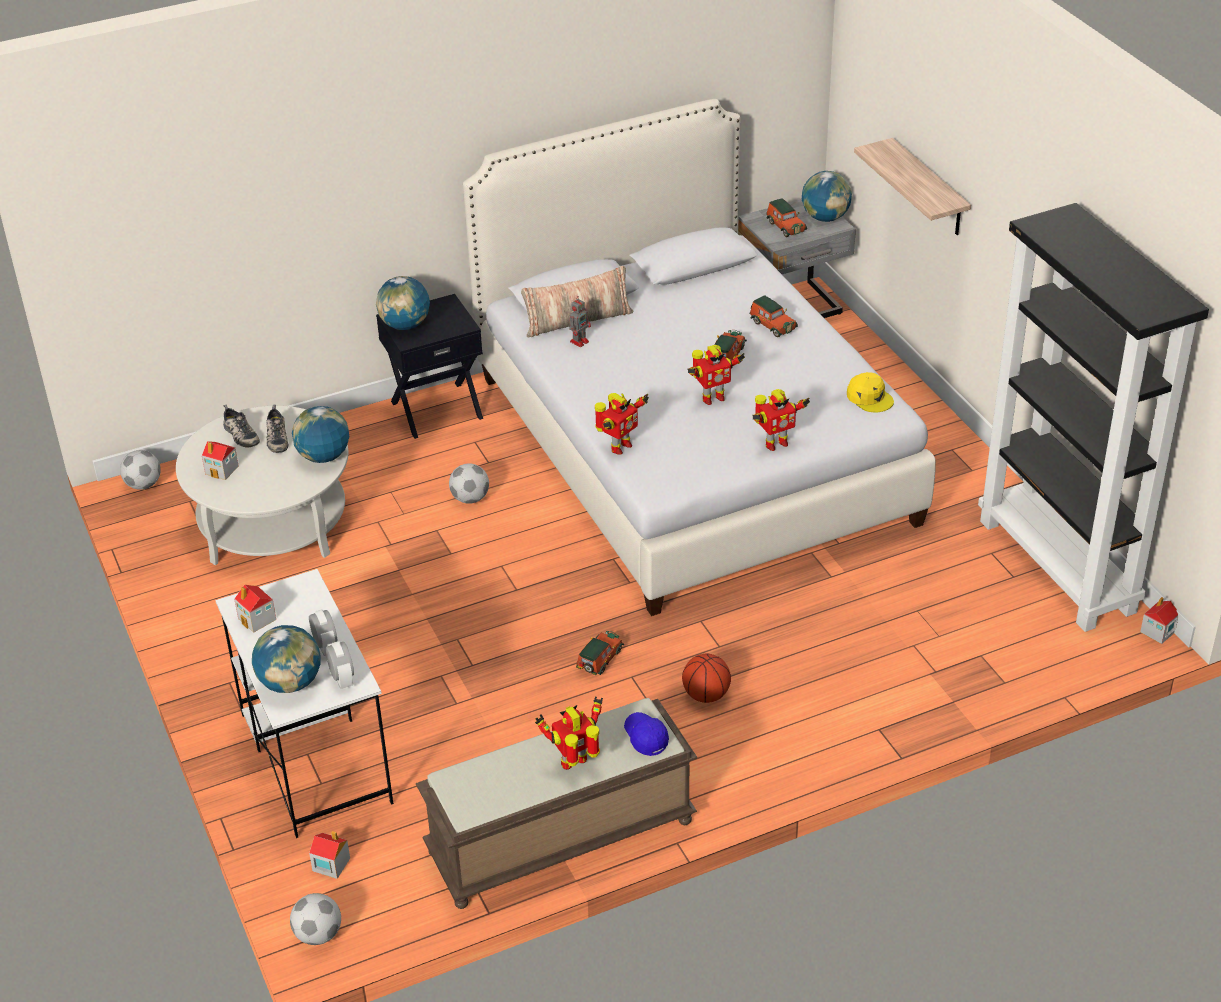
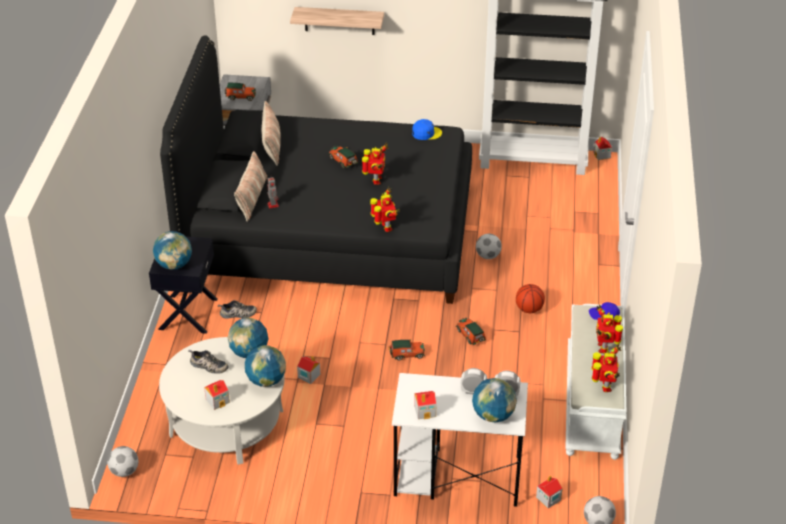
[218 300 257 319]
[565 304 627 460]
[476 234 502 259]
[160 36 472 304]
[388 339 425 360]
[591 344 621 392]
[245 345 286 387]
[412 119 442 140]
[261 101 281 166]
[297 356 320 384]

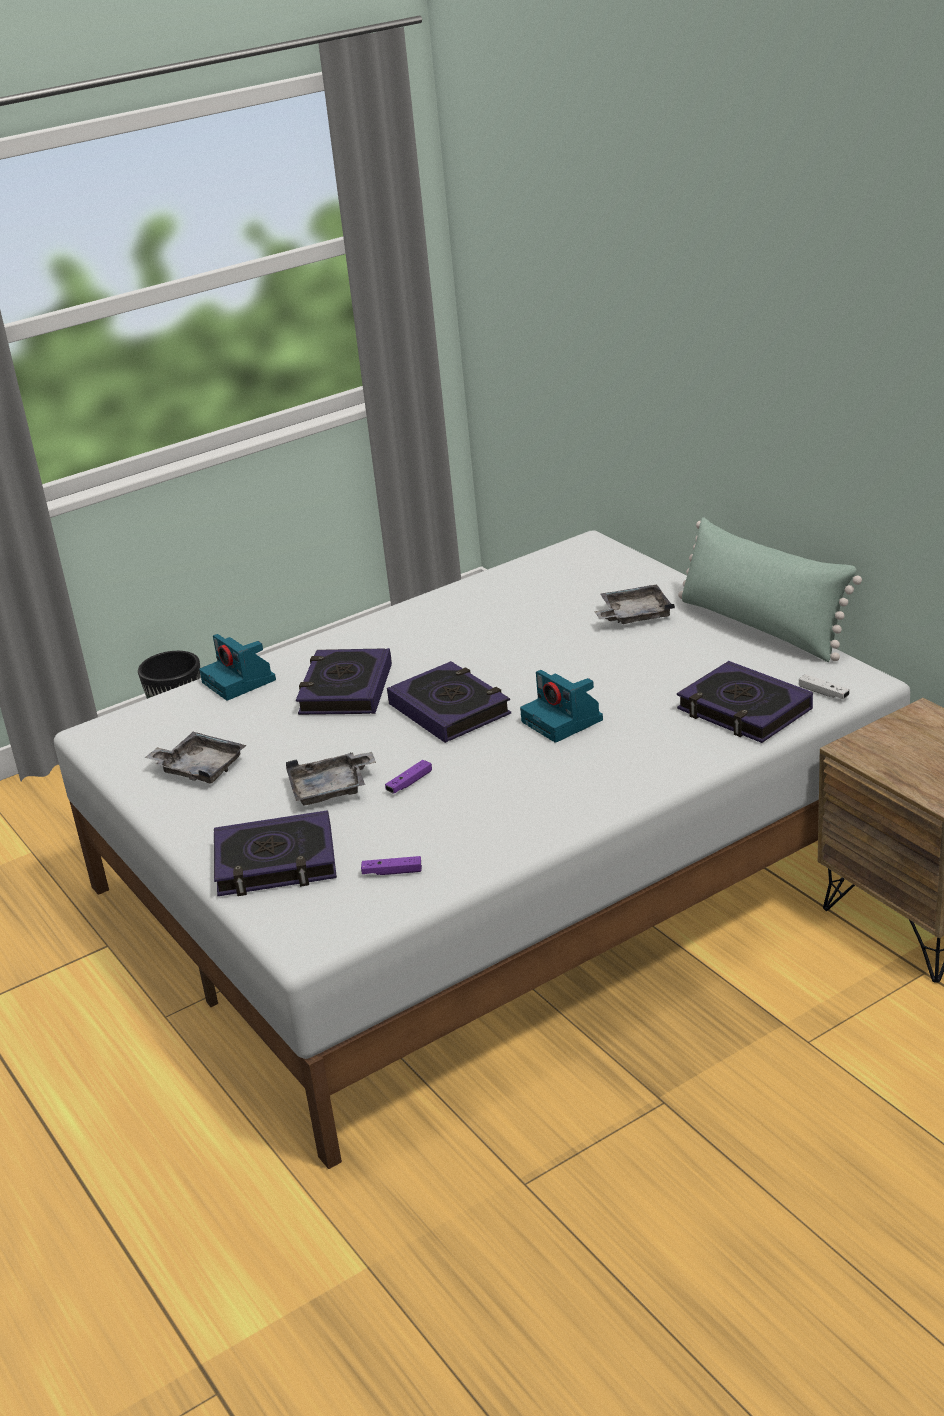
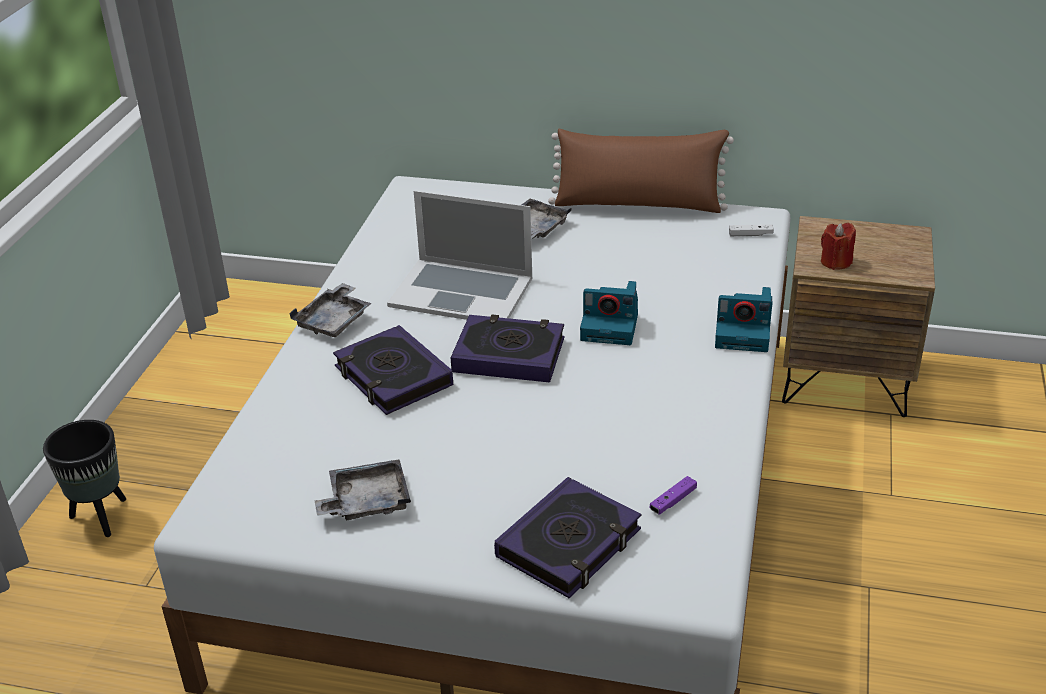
[715 287 773 352]
[290 283 372 337]
[385 760 432 794] (first image)
[677 661 813 743] (first image)
[548 129 734 213]
[387 191 532 320]
[821 223 856 270]

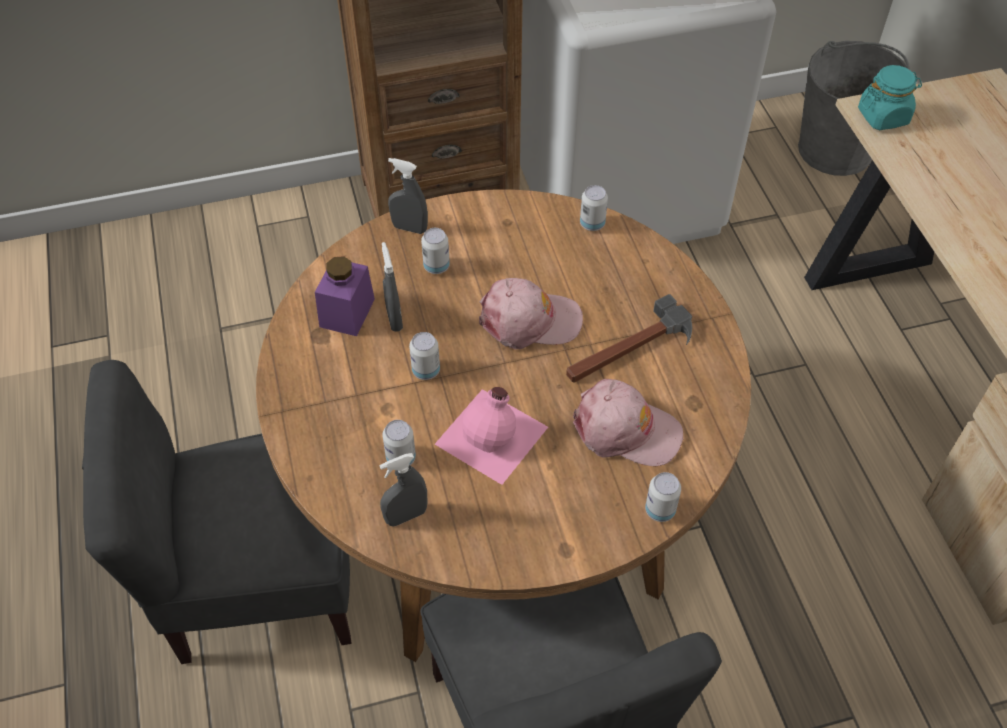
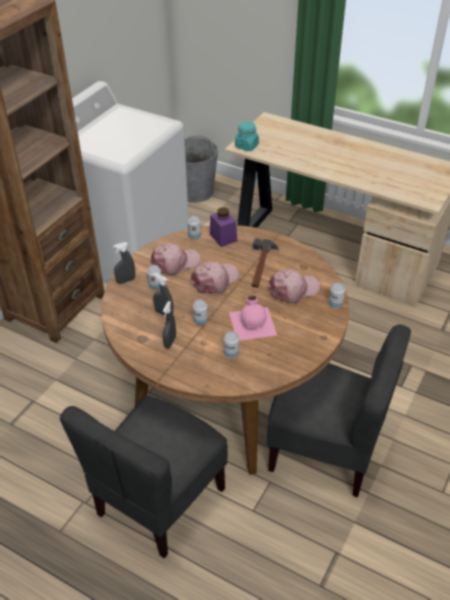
[210 207 237 247]
[163 301 176 349]
[149 243 200 275]

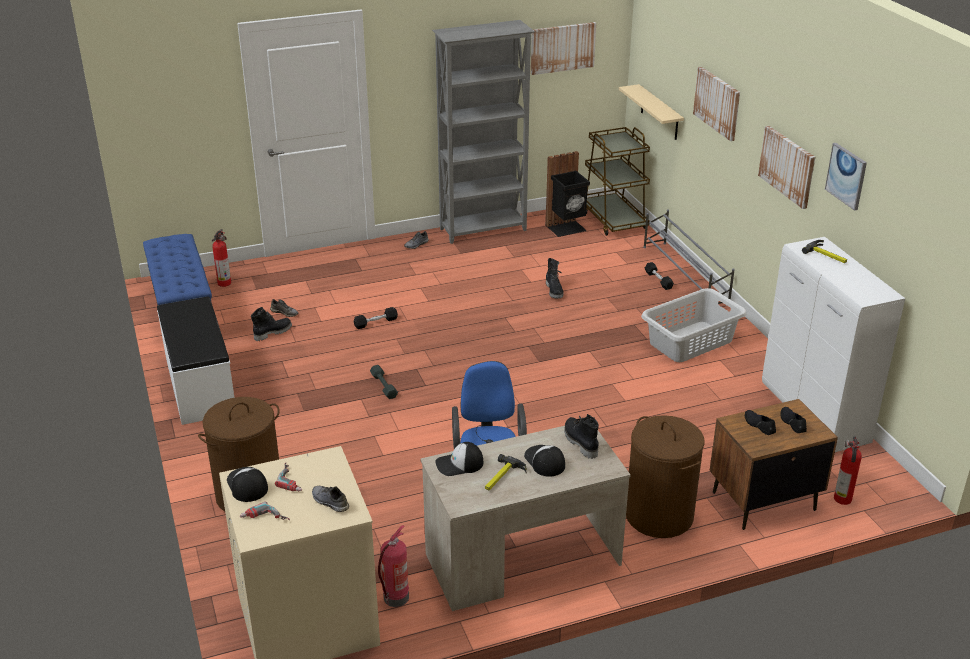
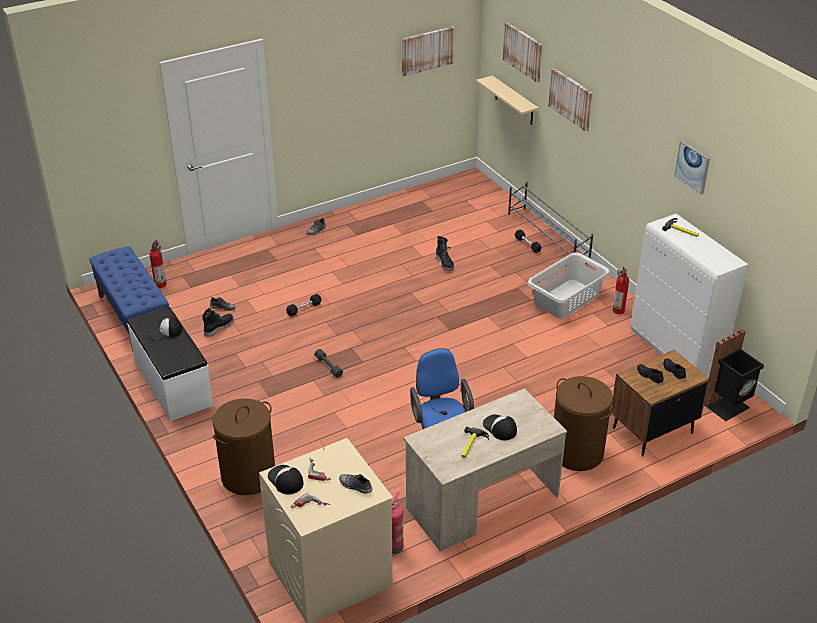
[432 20 535 244] (first image)
[149 317 182 341]
[704 329 764 421]
[564 414 599 459] (first image)
[585 127 650 236] (first image)
[503 22 542 83]
[613 267 629 314]

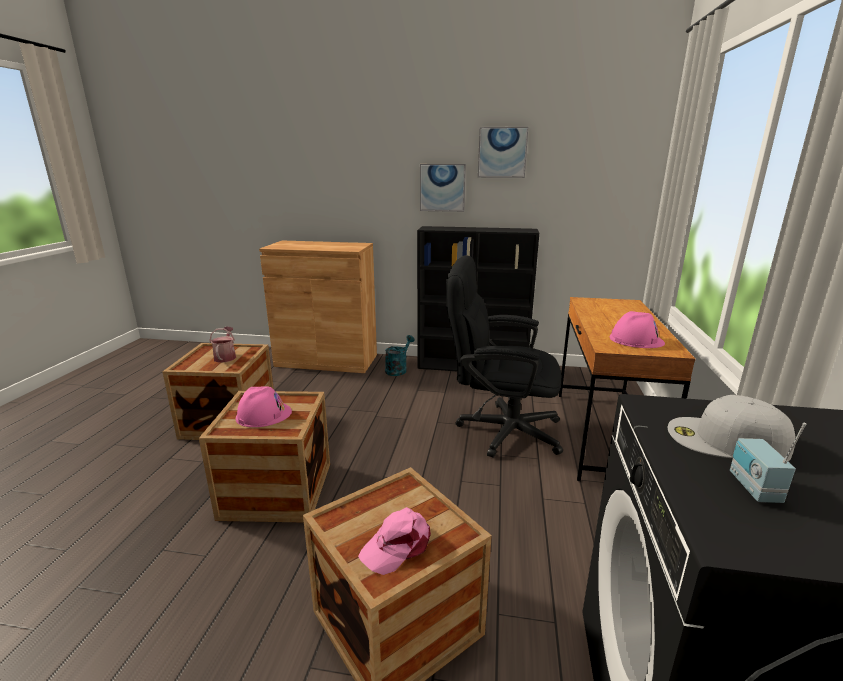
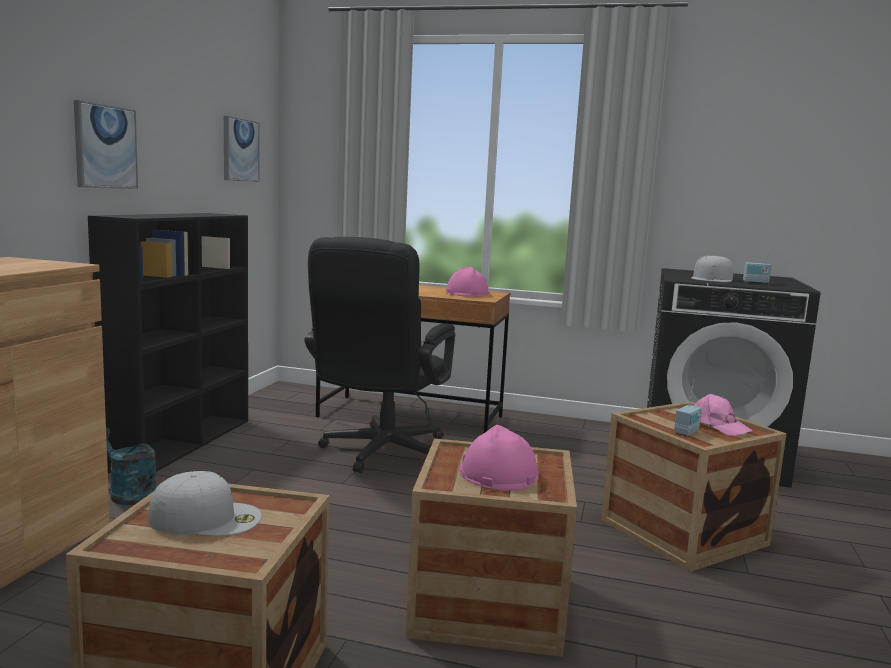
[148 471 262 536]
[224 116 259 182]
[674 379 702 436]

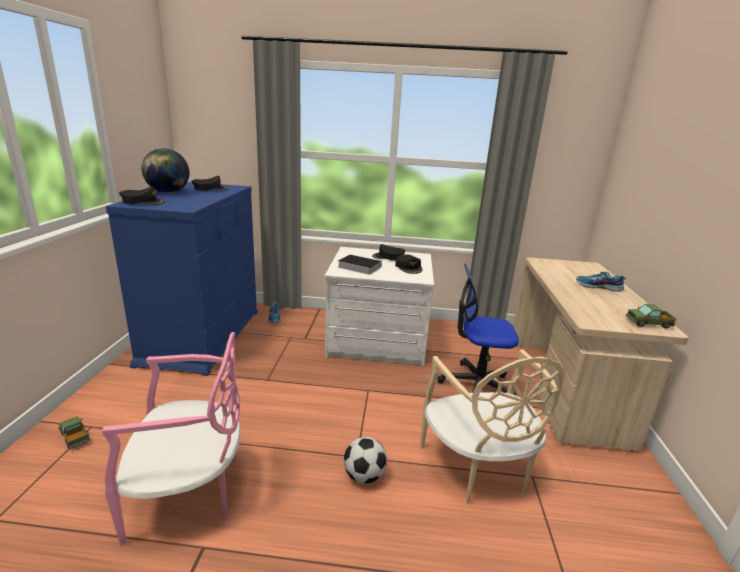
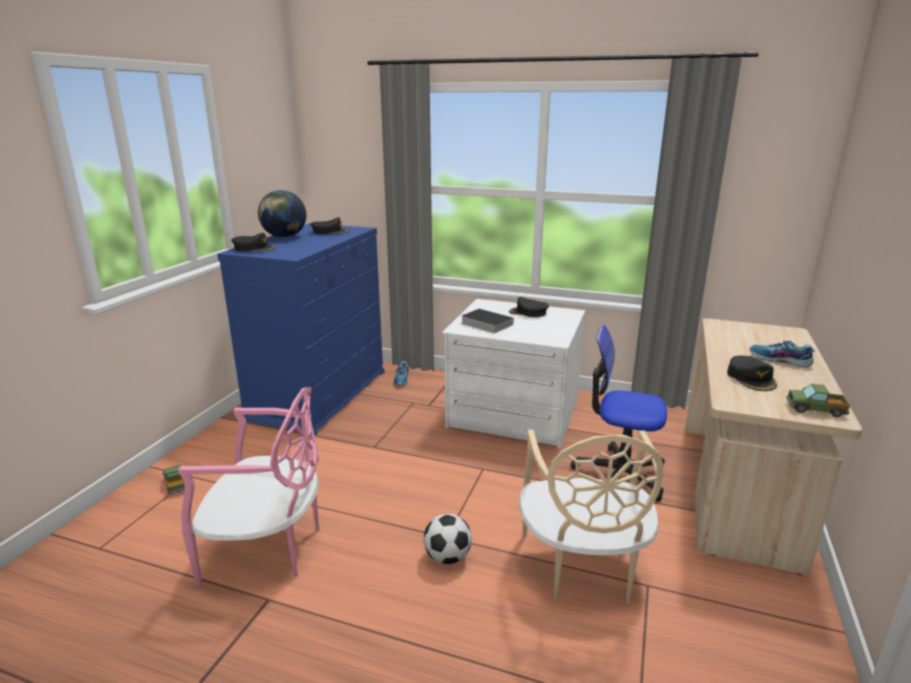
[727 355 777 391]

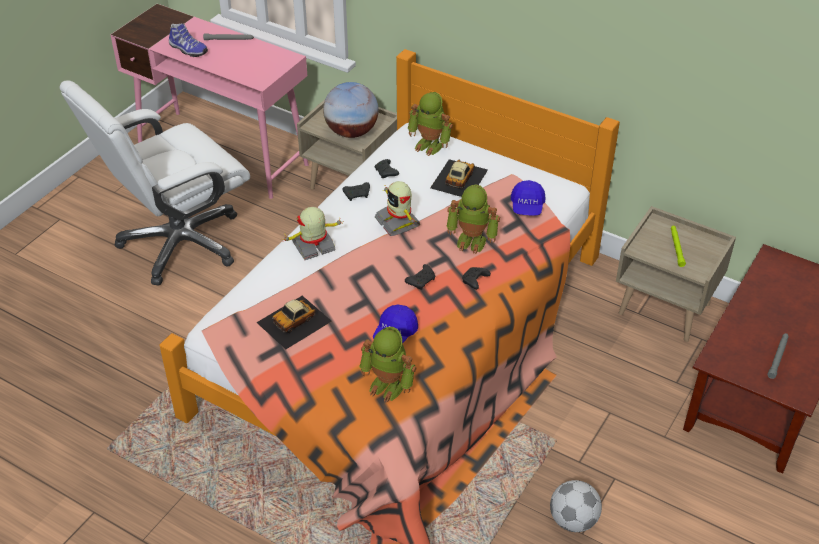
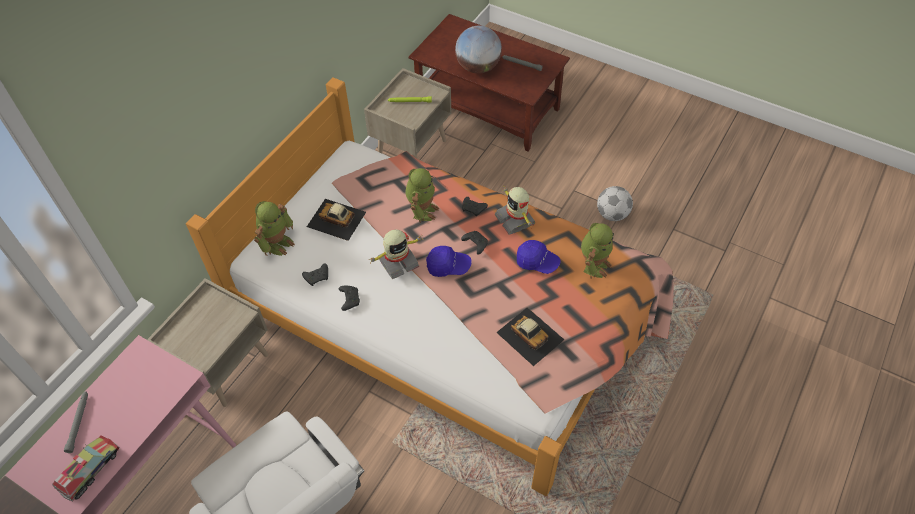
[52 435 120 502]
[495 187 535 235]
[455 26 502 74]
[426 246 472 277]

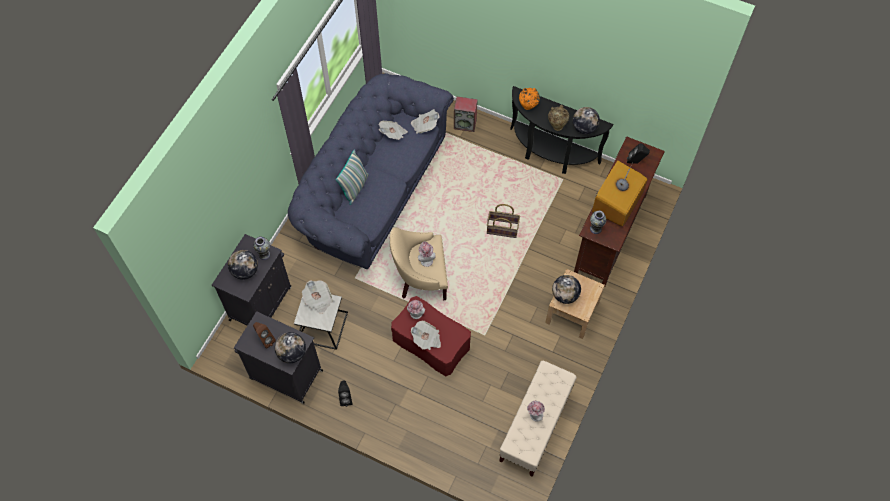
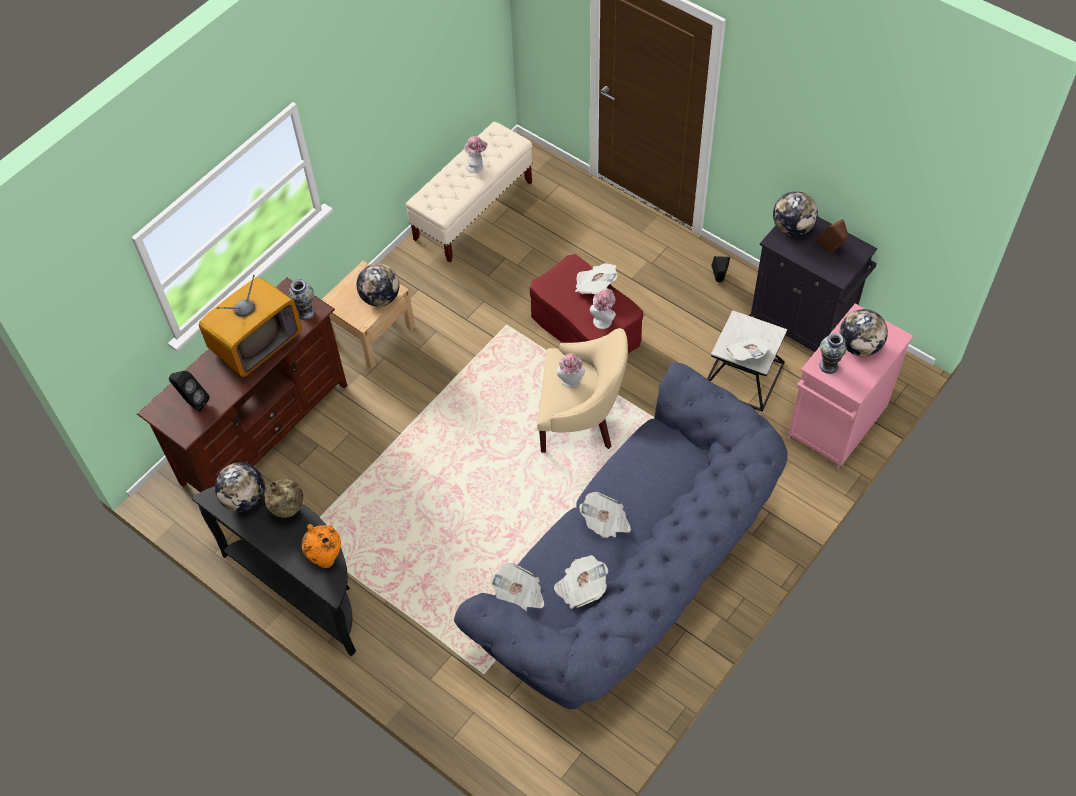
[787 304 913 471]
[335 150 369 205] (first image)
[454 97 478 132] (first image)
[487 204 520 238] (first image)
[579 492 631 538]

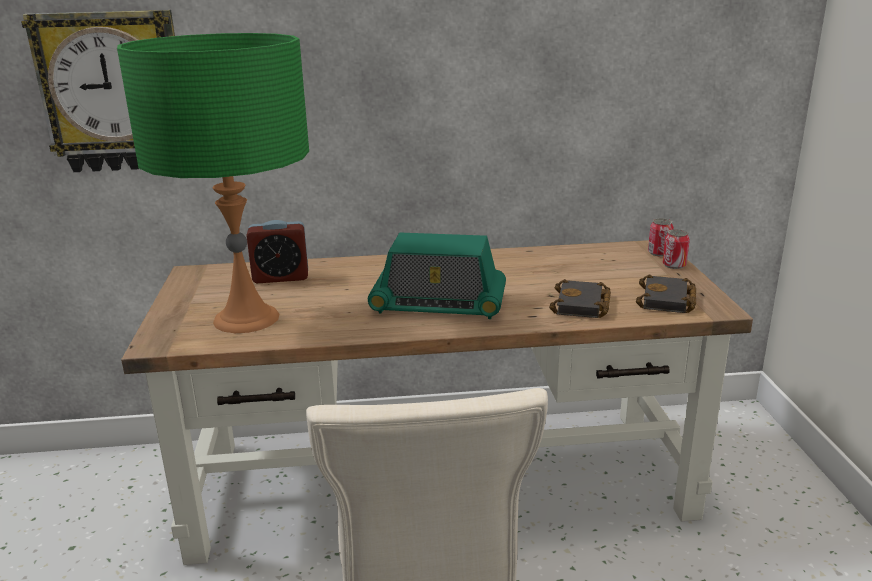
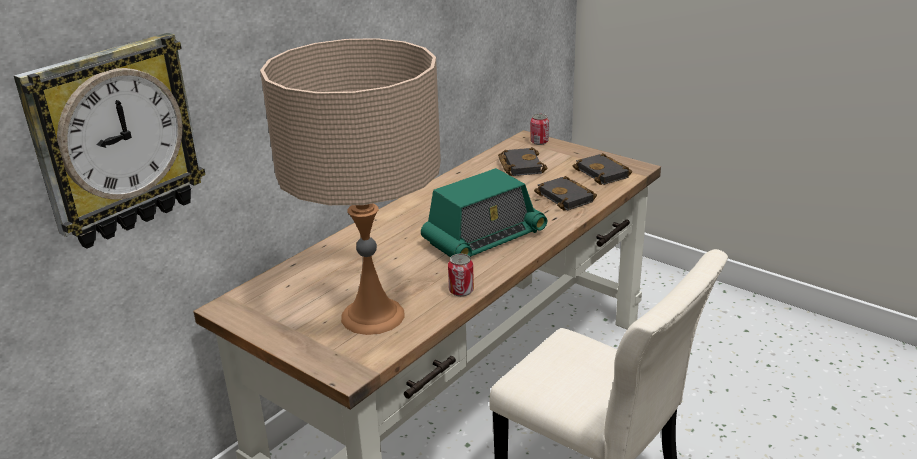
[260 38 441 335]
[246 220 308 283] (first image)
[448 254 474 297]
[498 147 547 176]

